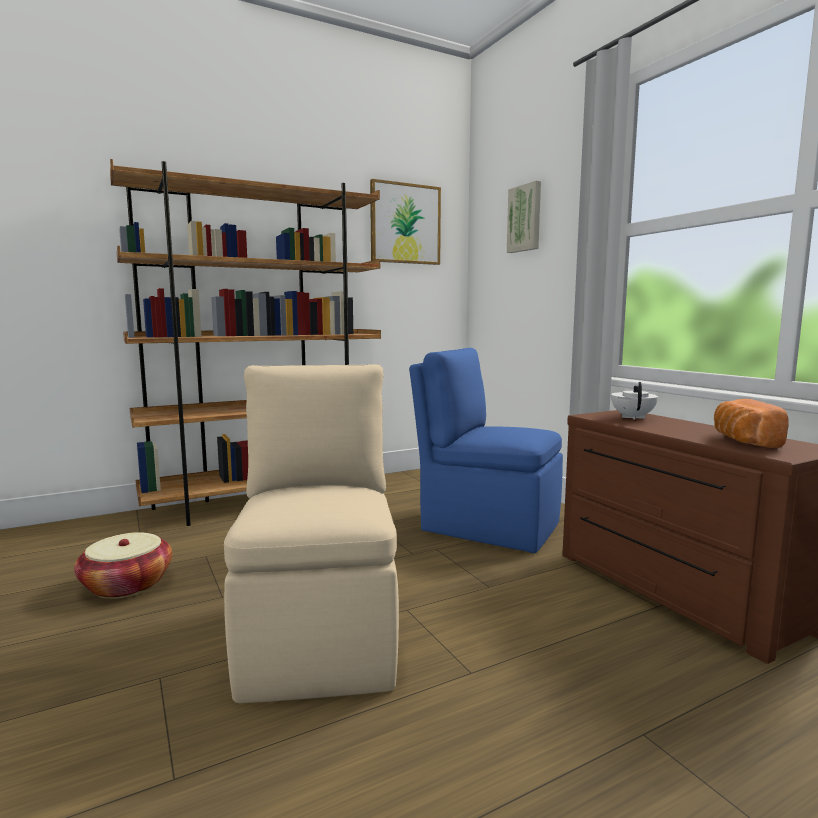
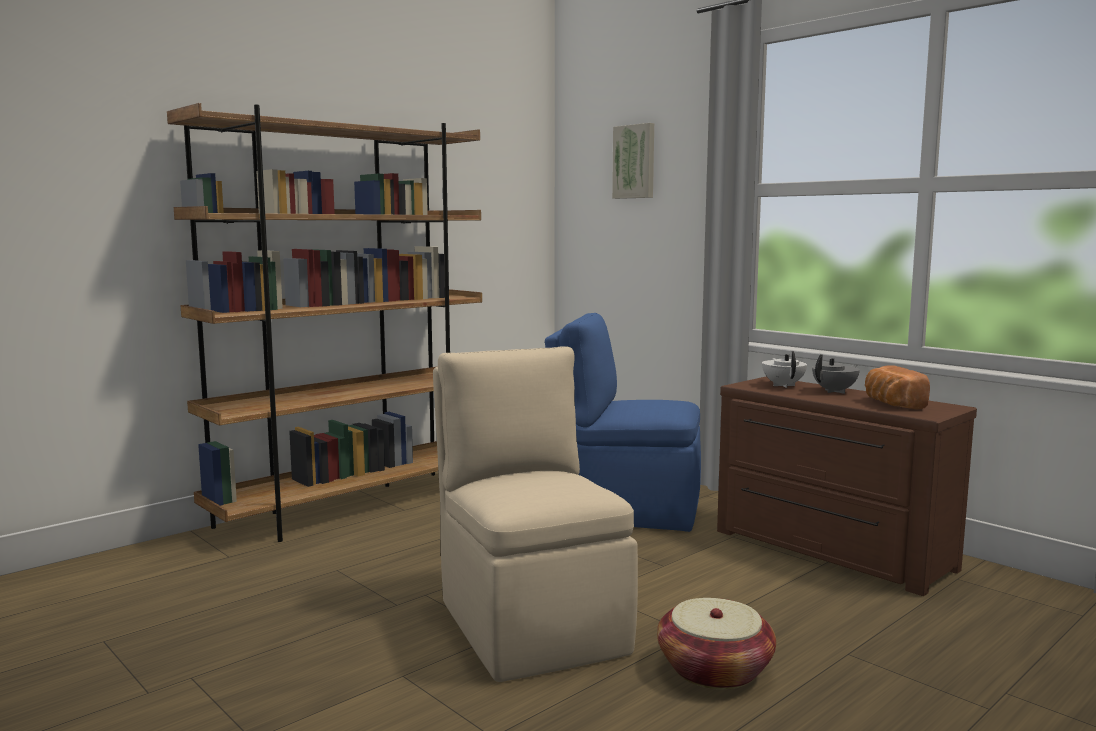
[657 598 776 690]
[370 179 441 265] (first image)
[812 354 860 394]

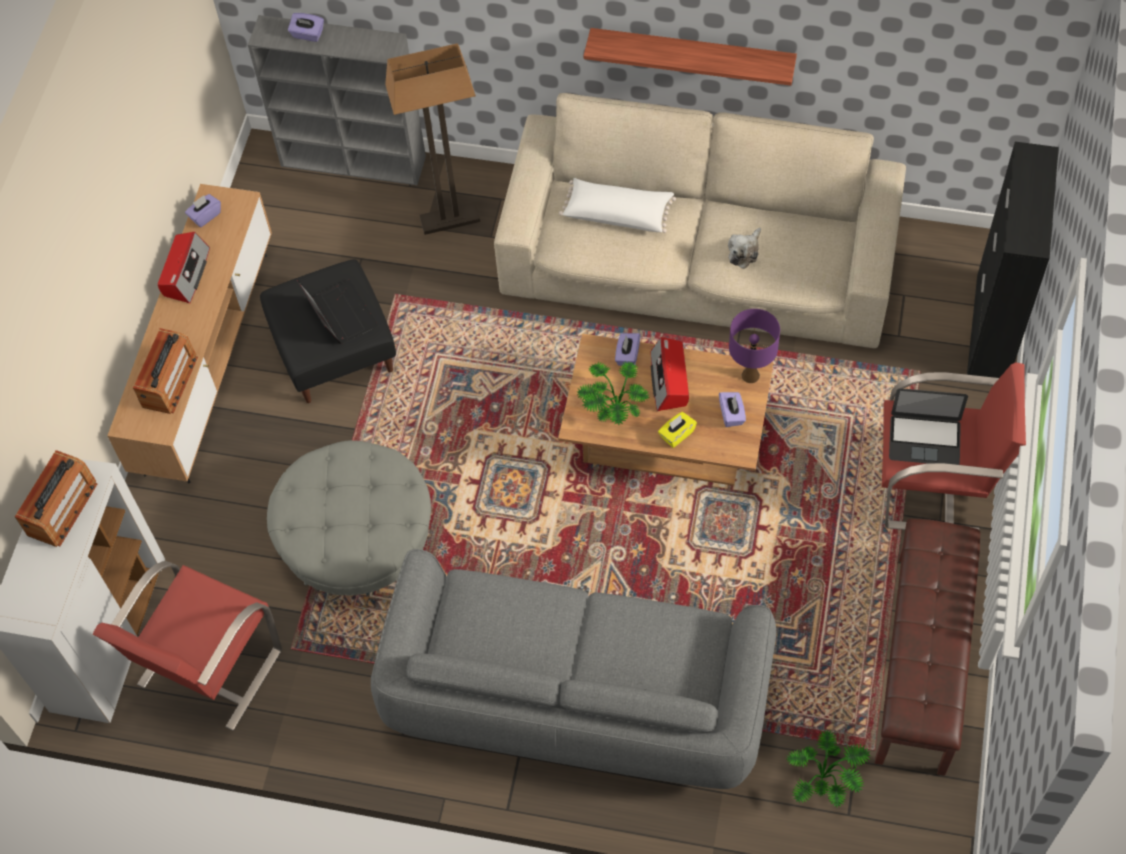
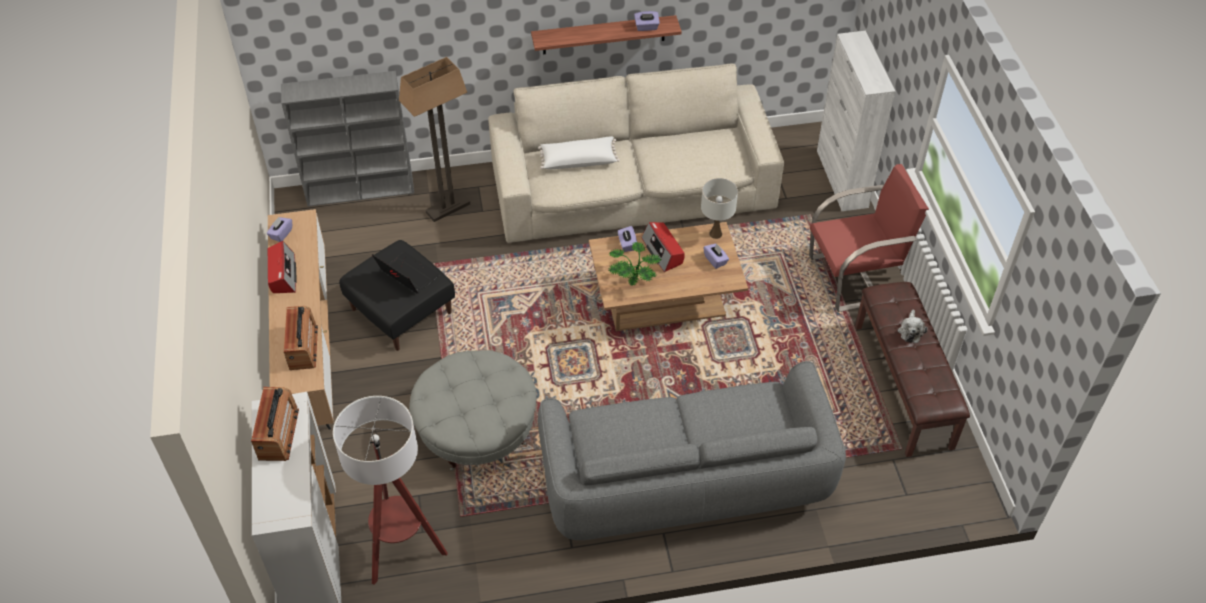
[333 396 448 585]
[634 11 660 31]
[658 412 697 448] (first image)
[897 310 927 343]
[701 178 738 239]
[787 729 870 807] (first image)
[889 388 968 465] (first image)
[817 31 895 211]

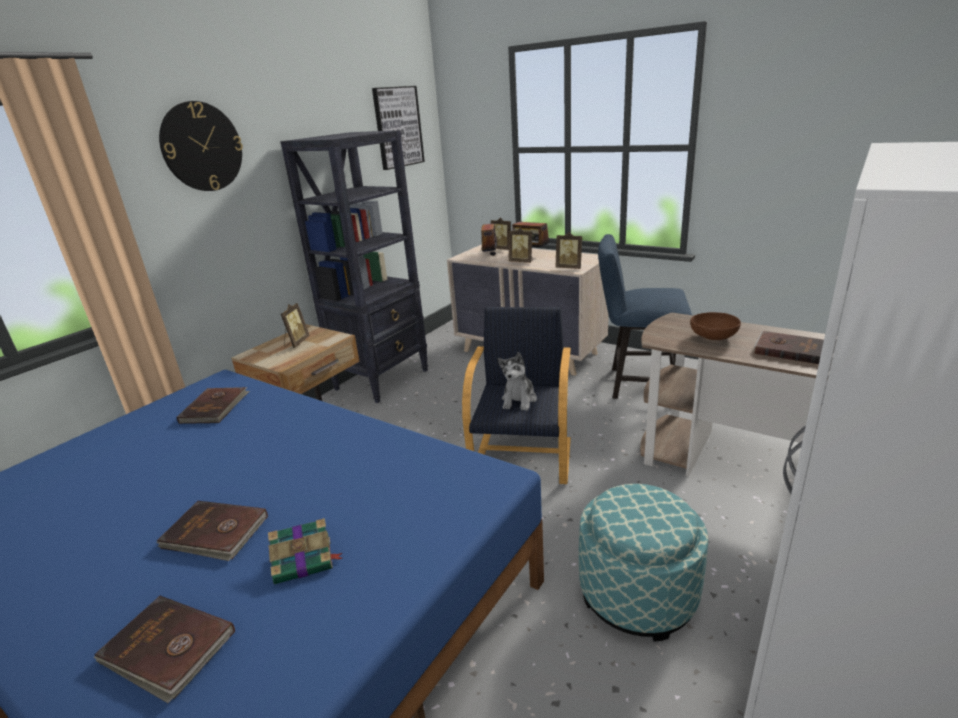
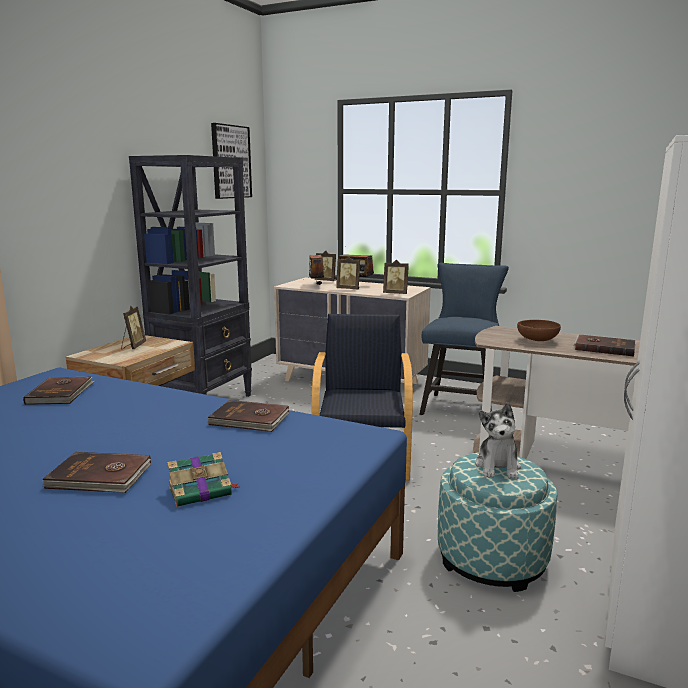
[207 400 289 432]
[159 101 243 191] (first image)
[475 402 521 479]
[420 263 509 415]

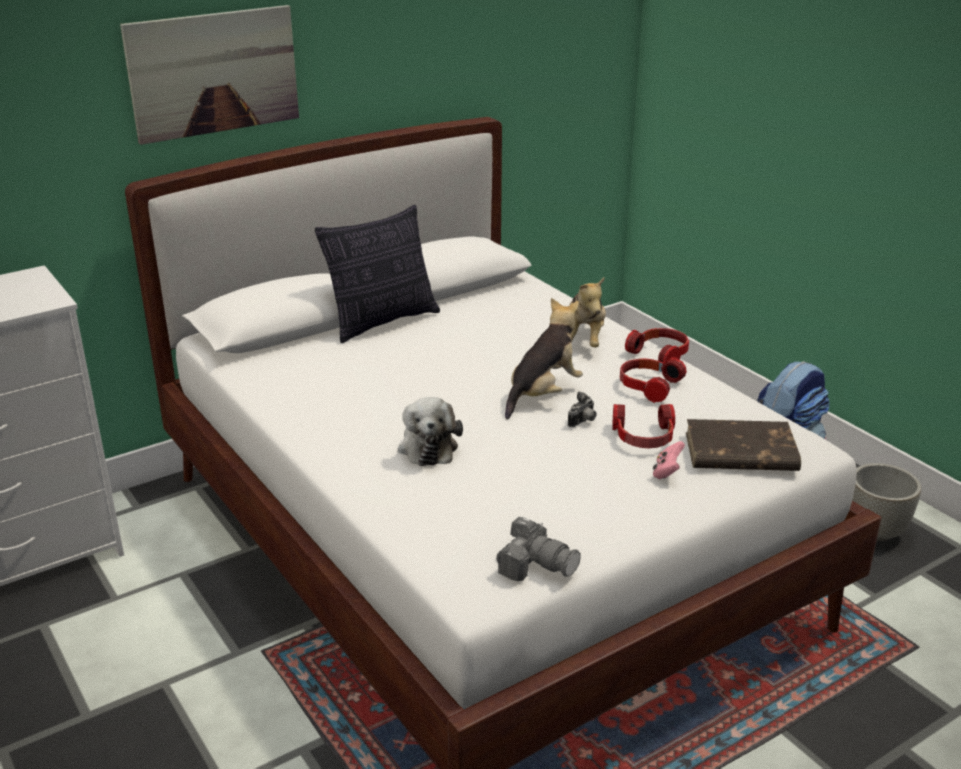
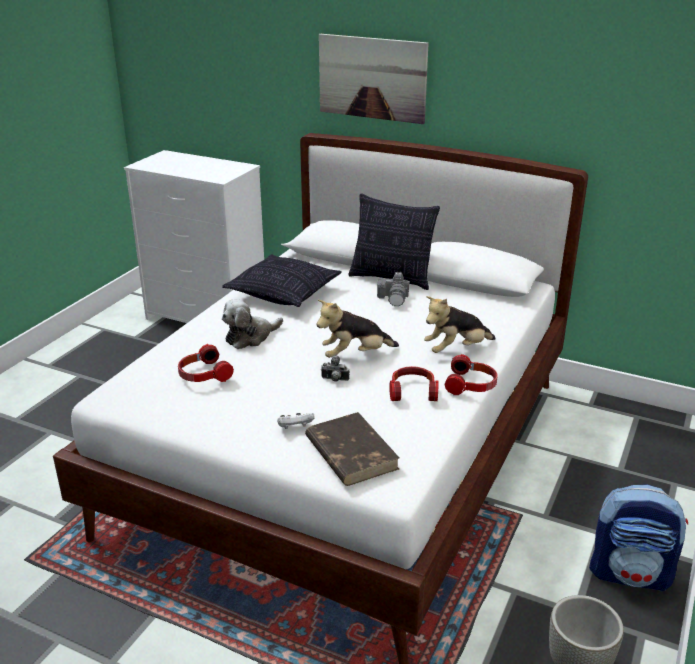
[377 272 410 306]
[316 300 399 358]
[178 344 234 382]
[277 413 314 429]
[222 254 342 307]

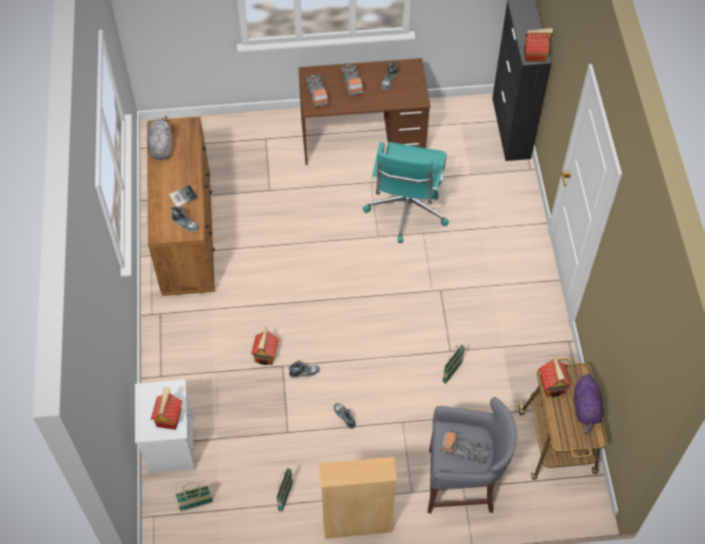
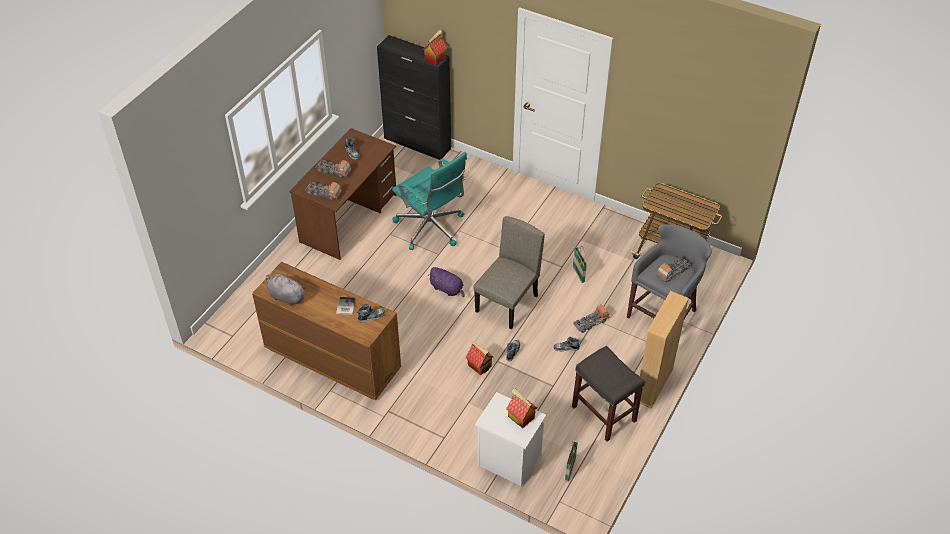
[572 346 645 441]
[539 355 571 397] (first image)
[429 267 465 297]
[474 216 545 329]
[573 304 610 333]

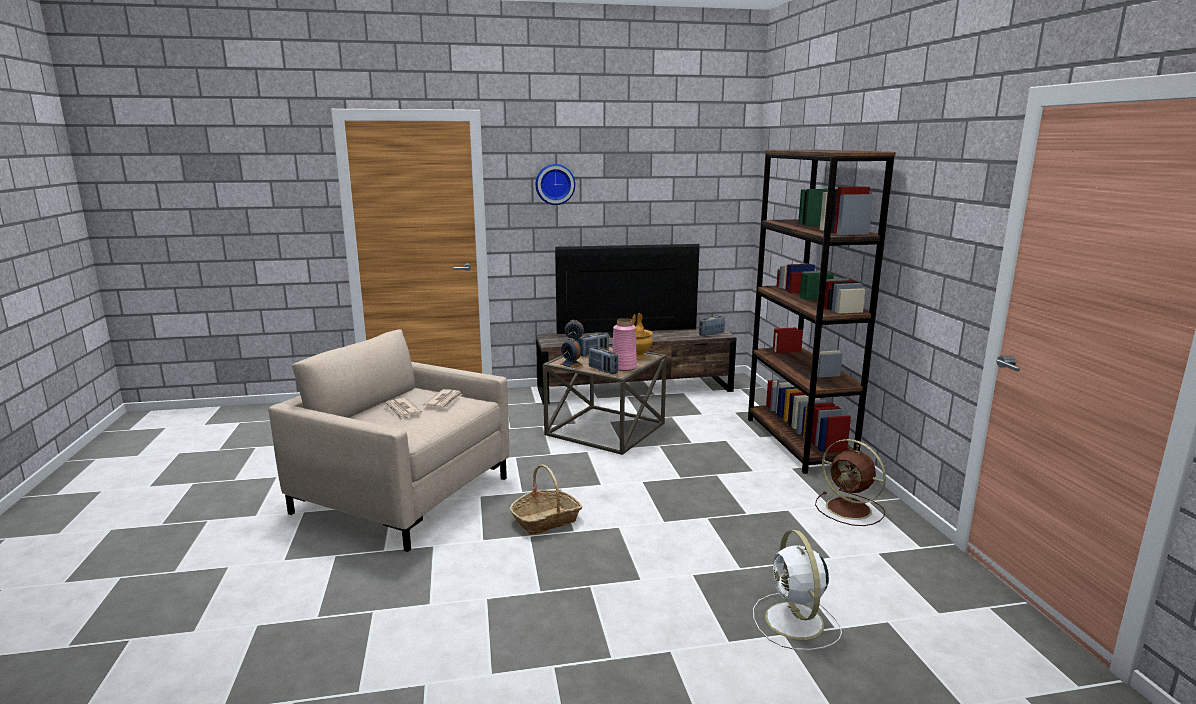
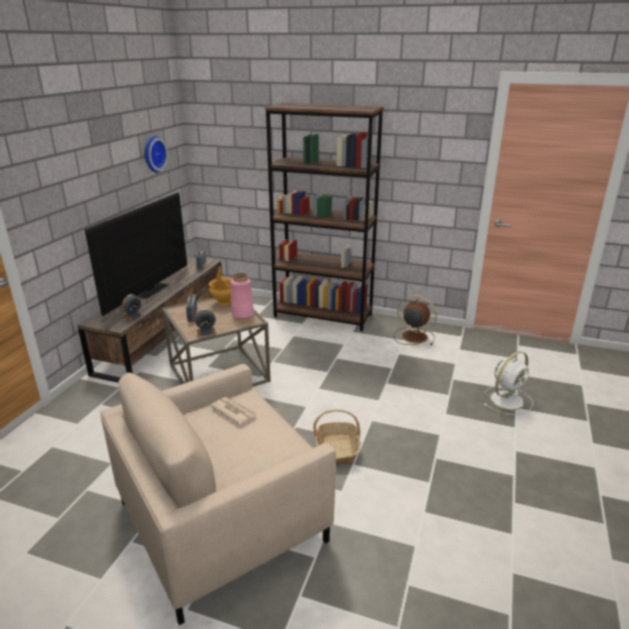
[383 398 422 421] (first image)
[144 136 168 173]
[588 347 618 374] (first image)
[484 351 533 415]
[393 295 437 345]

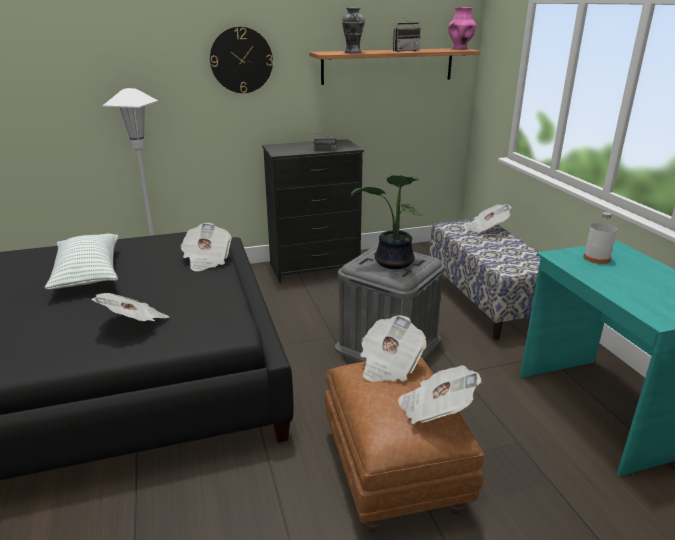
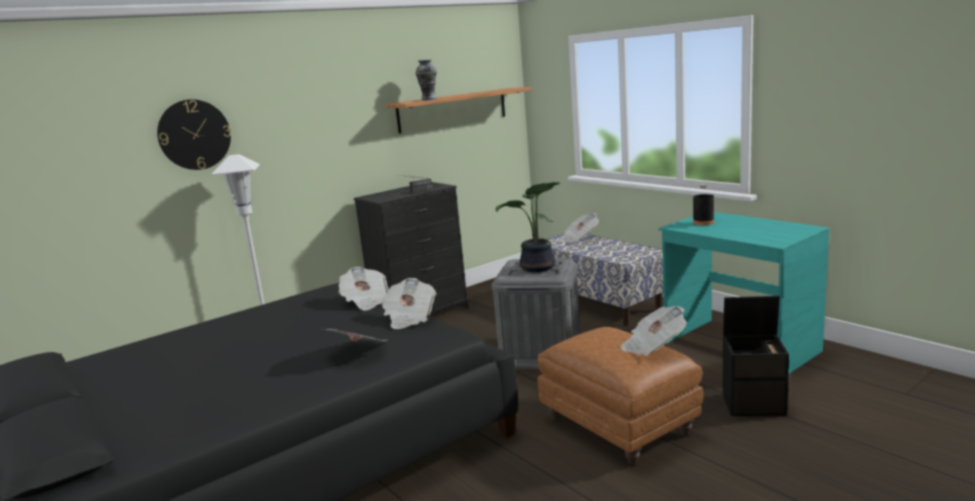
[45 234 118 290] (first image)
[157 99 231 170]
[382 278 436 329]
[393 15 421 52] (first image)
[448 7 476 50] (first image)
[693 184 714 225]
[723 296 789 416]

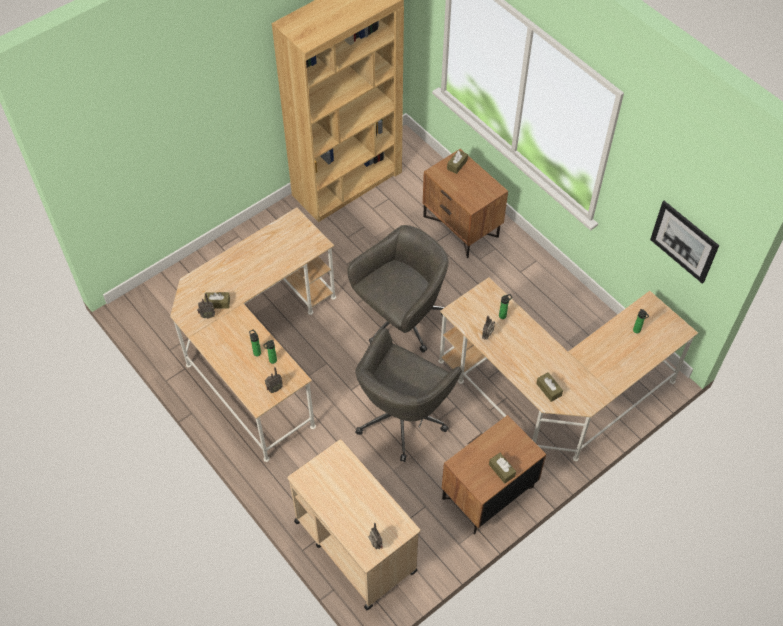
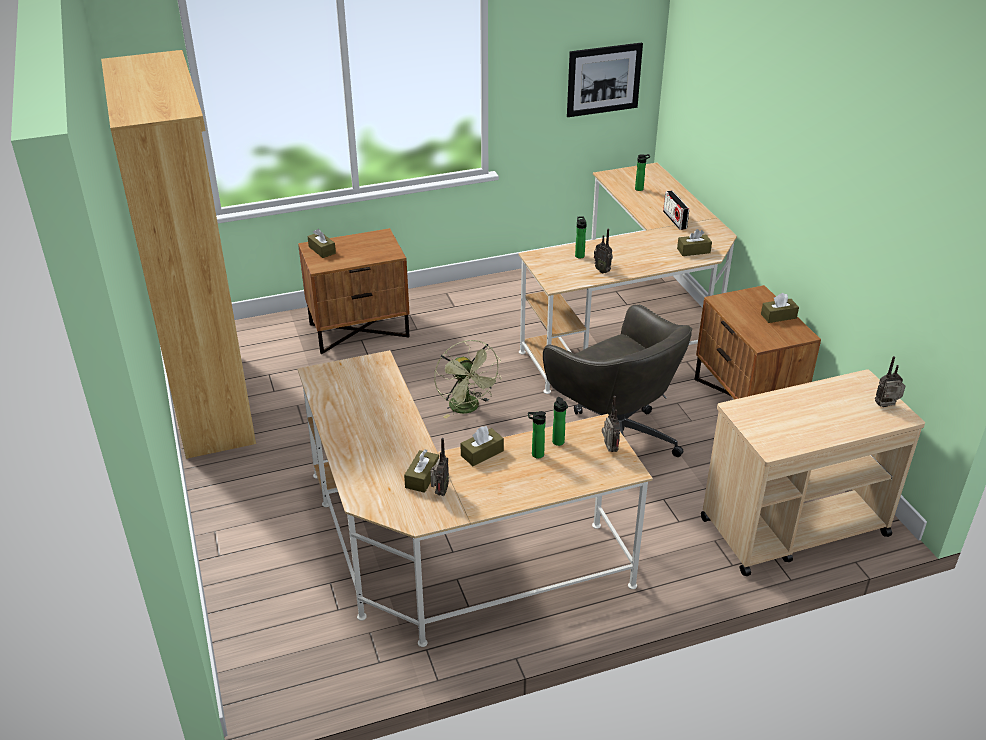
[434 340 502 419]
[460 426 504 466]
[663 190 689 230]

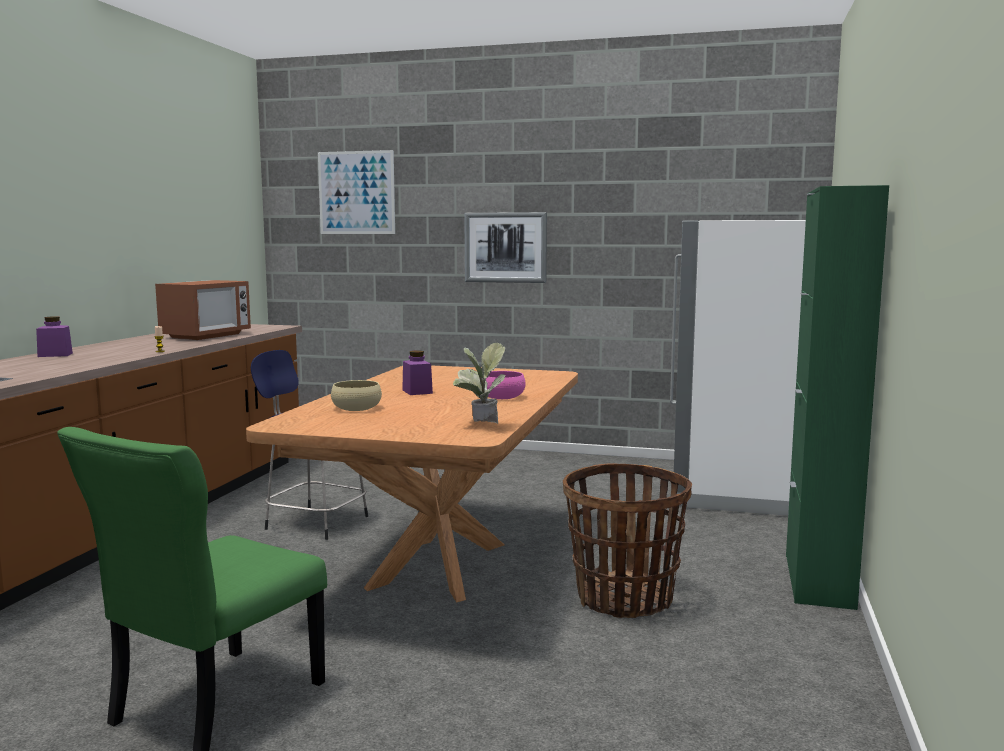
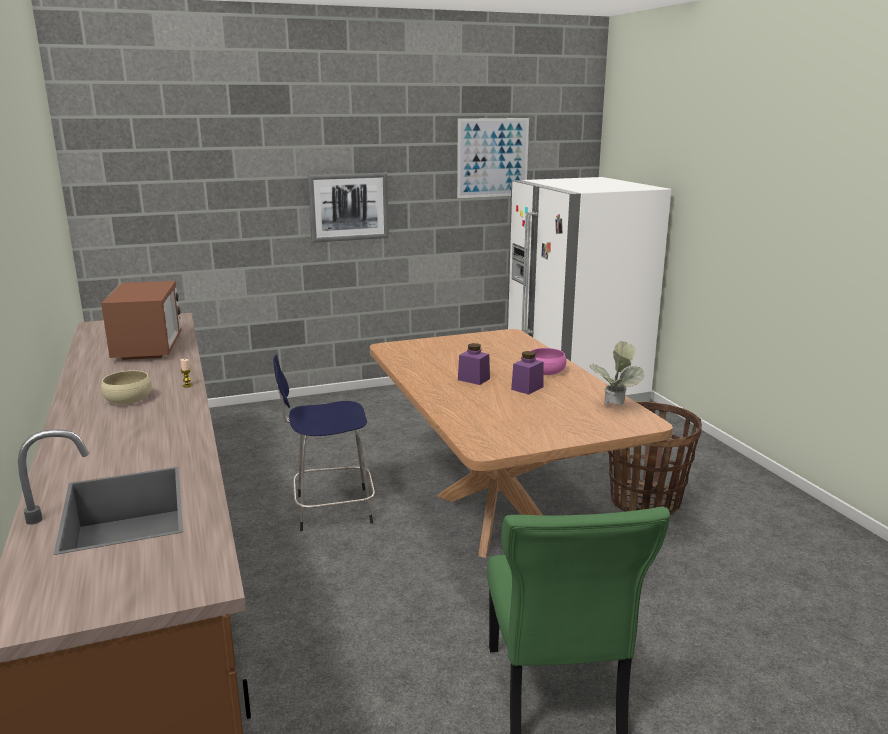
[511 351 543 395]
[457 118 529 198]
[101 370 152 404]
[786 185 889 610] (first image)

